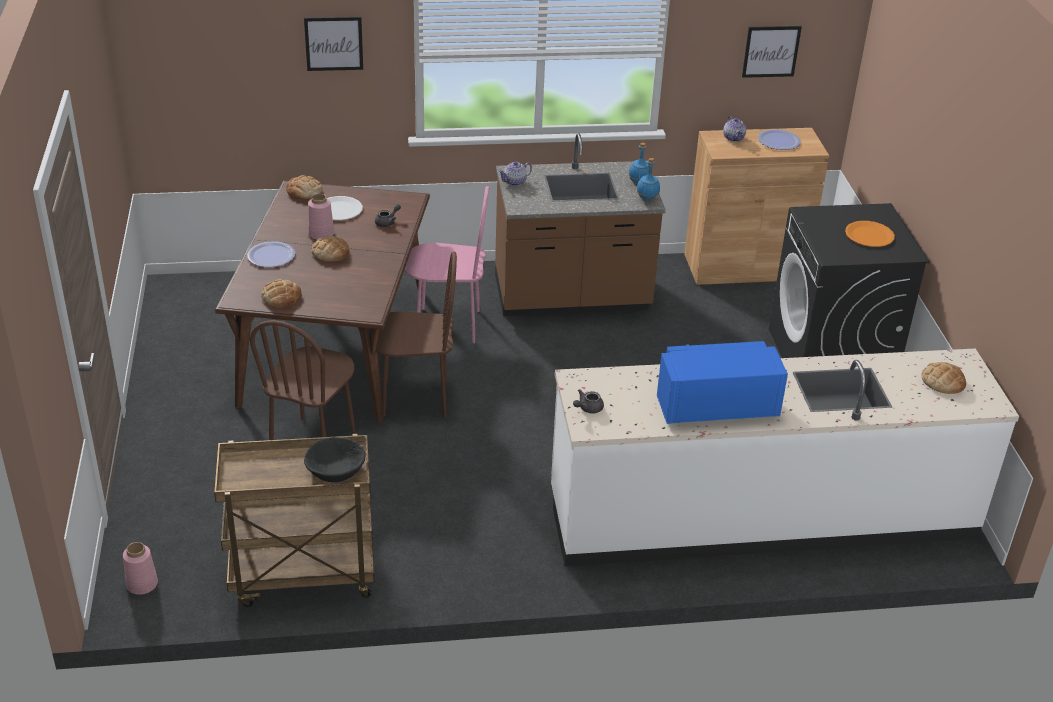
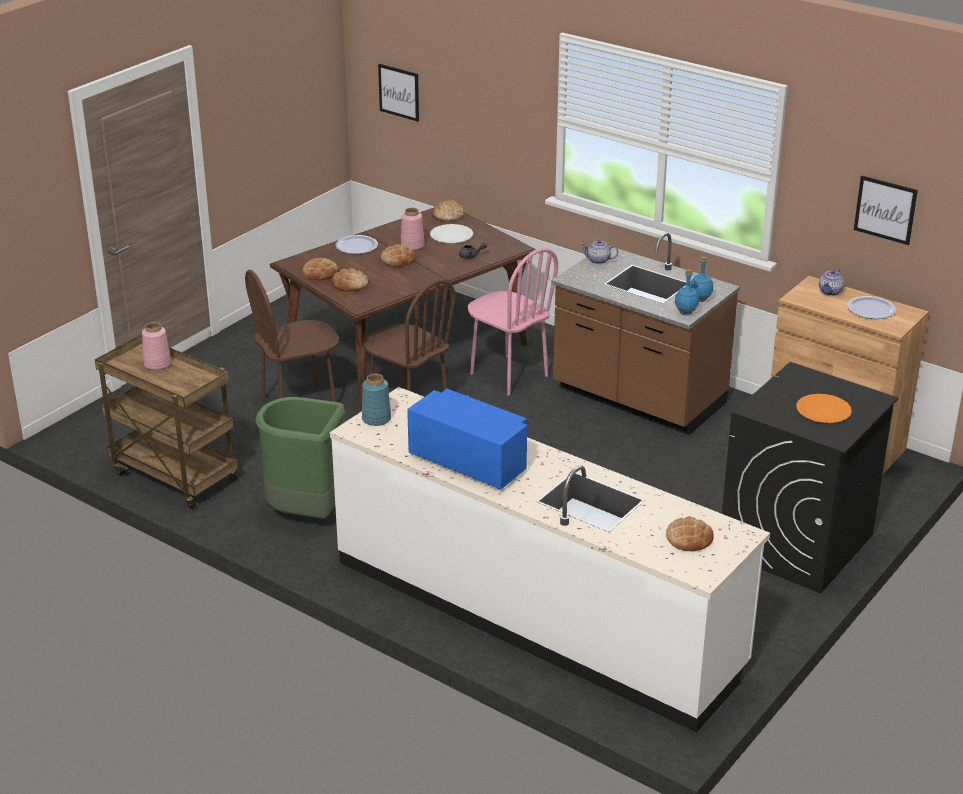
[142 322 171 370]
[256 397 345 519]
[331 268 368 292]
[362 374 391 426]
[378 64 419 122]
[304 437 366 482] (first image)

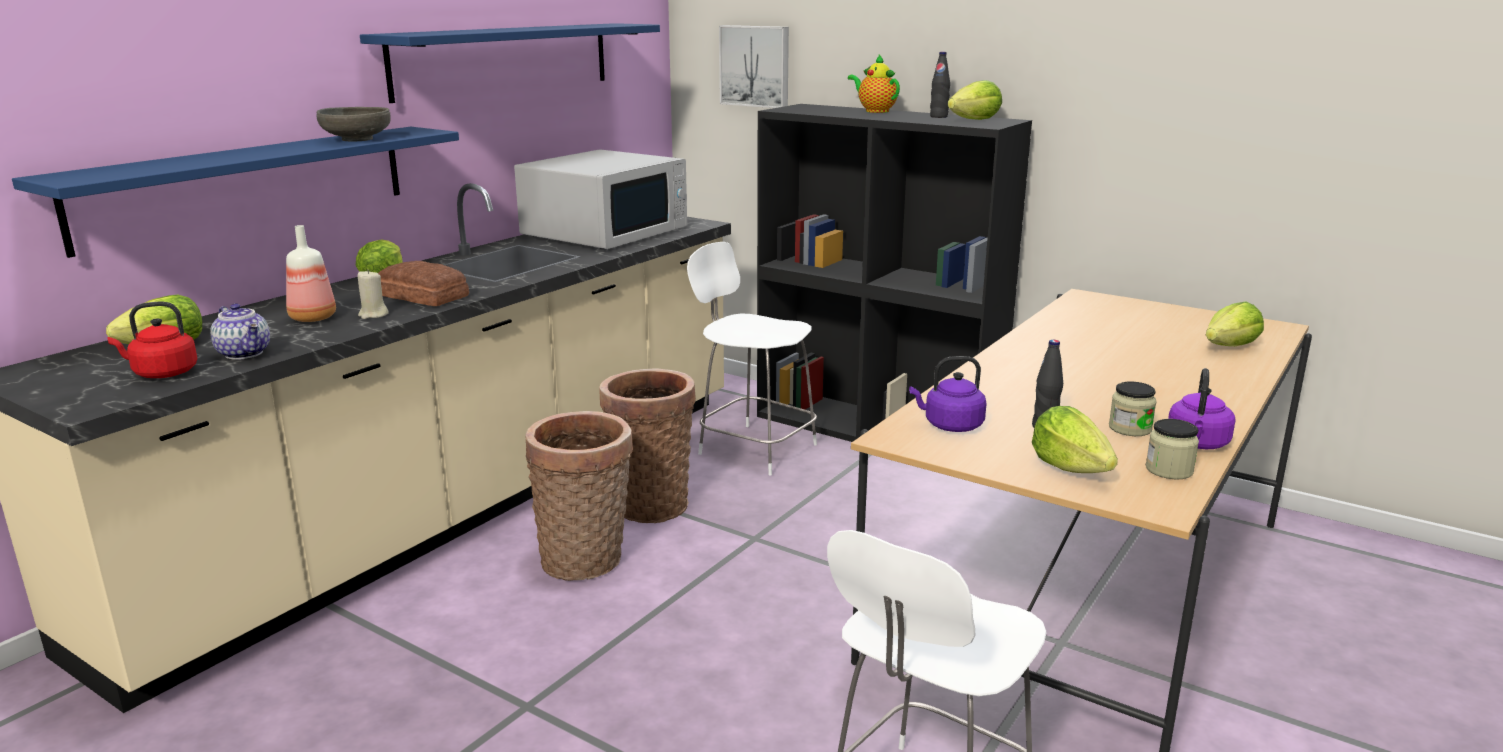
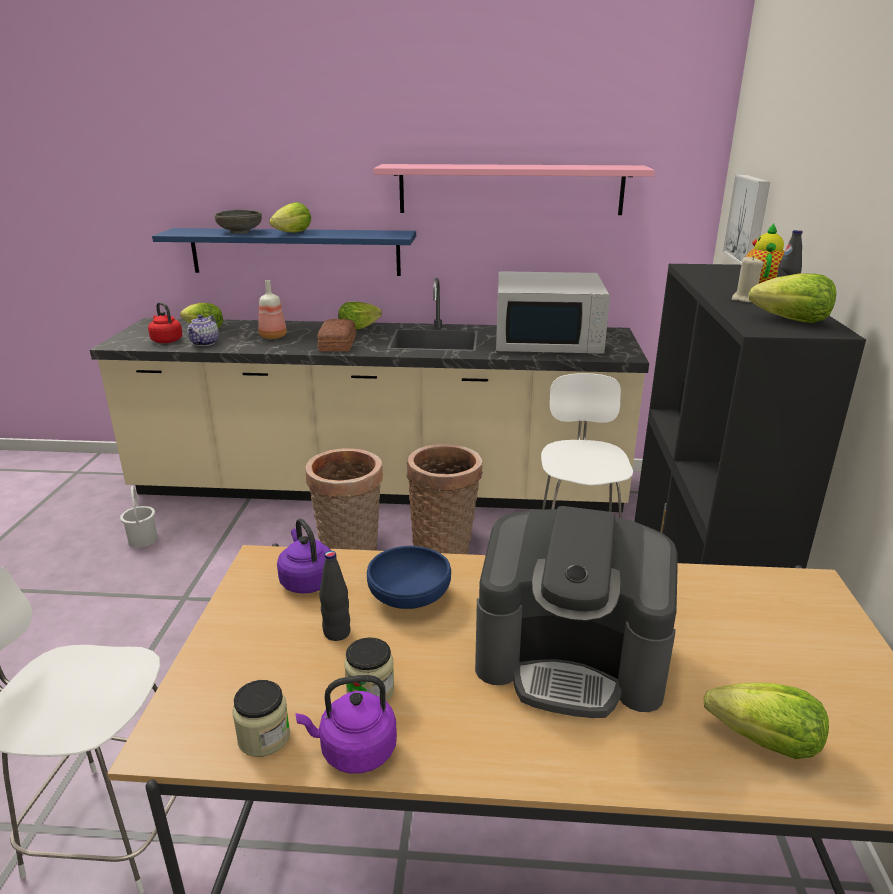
[120 486 158 548]
[215 210 262 234]
[269 202 311 232]
[367 546 451 609]
[373 164 655 215]
[475 506 678 718]
[732 256 764 302]

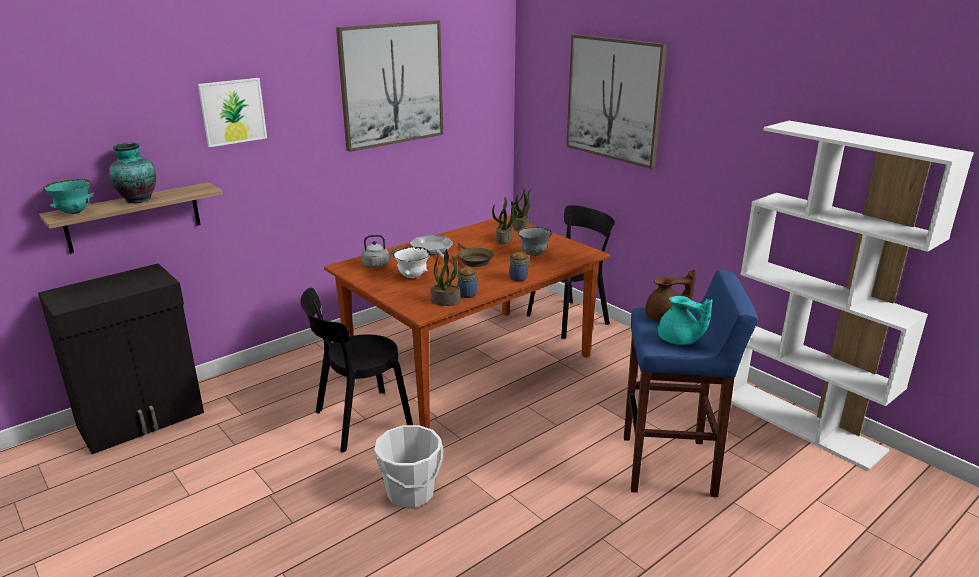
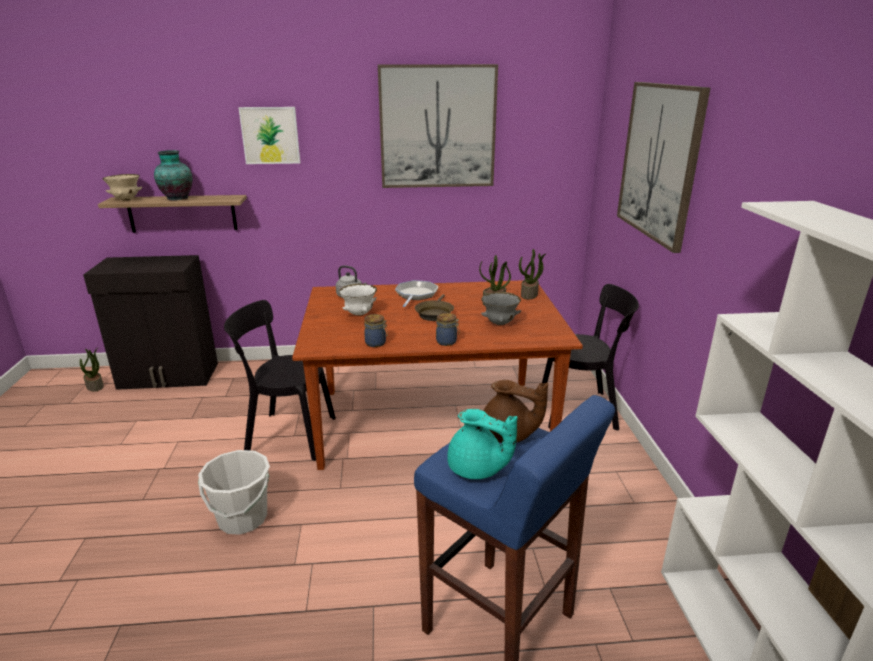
[80 348 104 391]
[103 174 142 201]
[447 409 518 479]

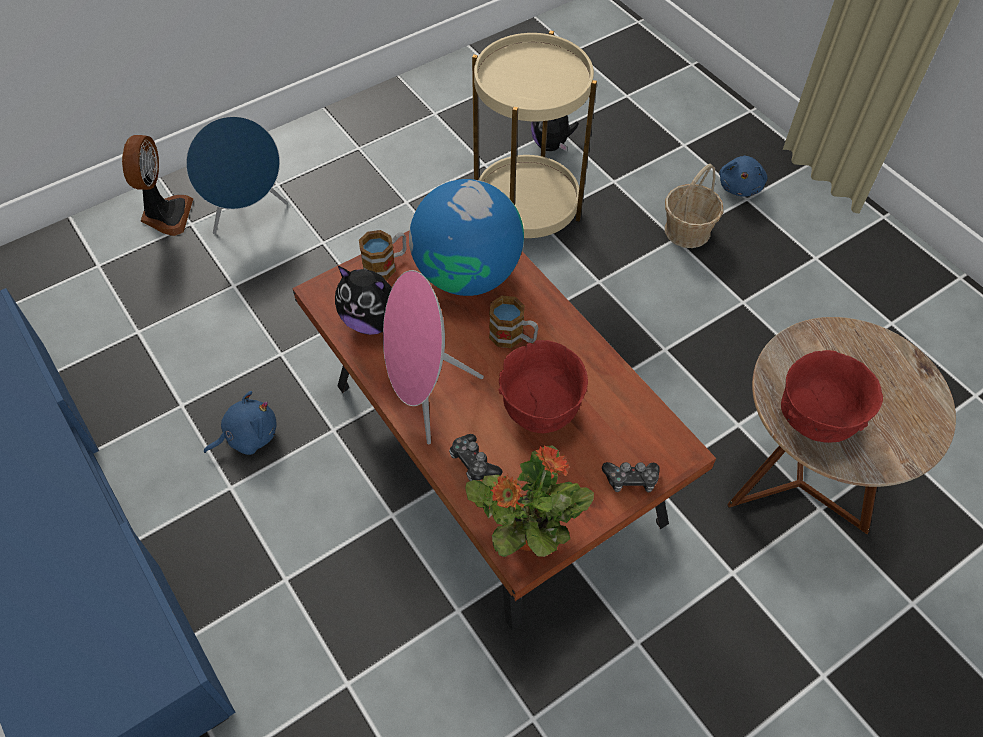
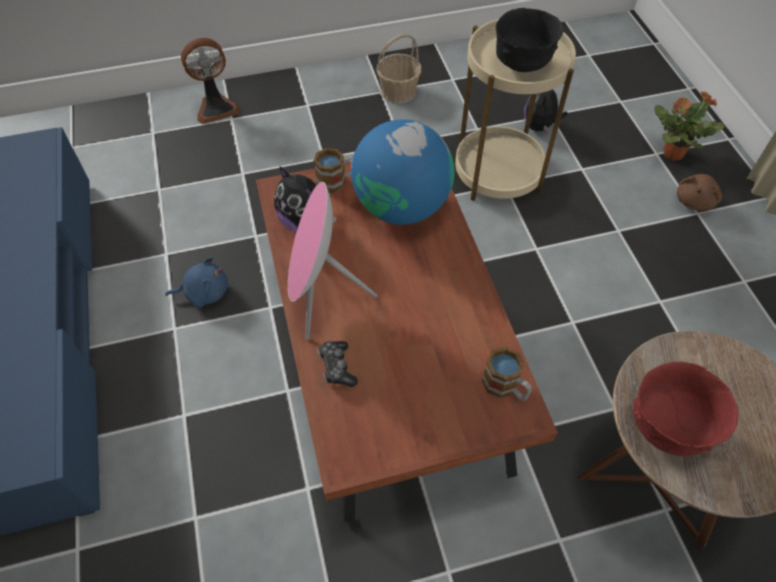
[181 38 241 124]
[377 34 422 104]
[482 346 532 401]
[496 8 564 72]
[655 91 725 161]
[677 174 722 211]
[186 116 288 234] (first image)
[498 340 588 433] (first image)
[602 462 660 493] (first image)

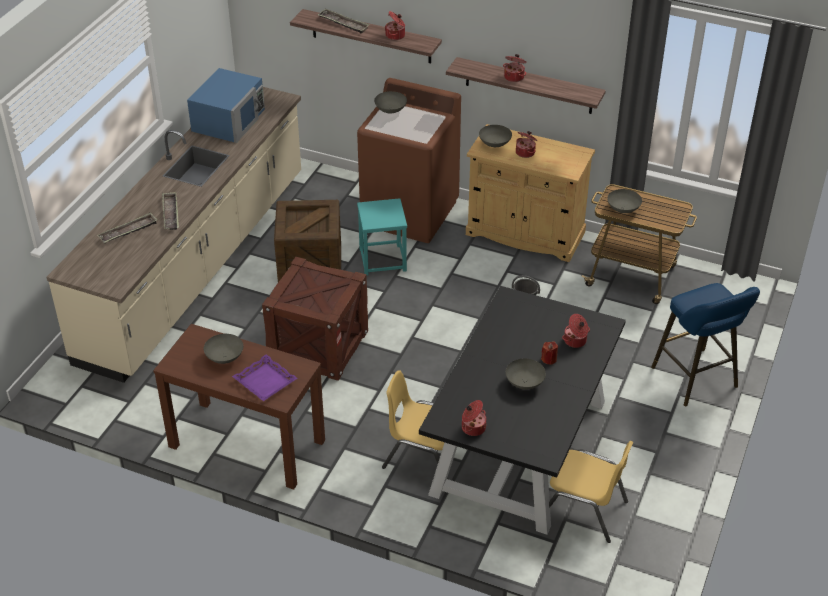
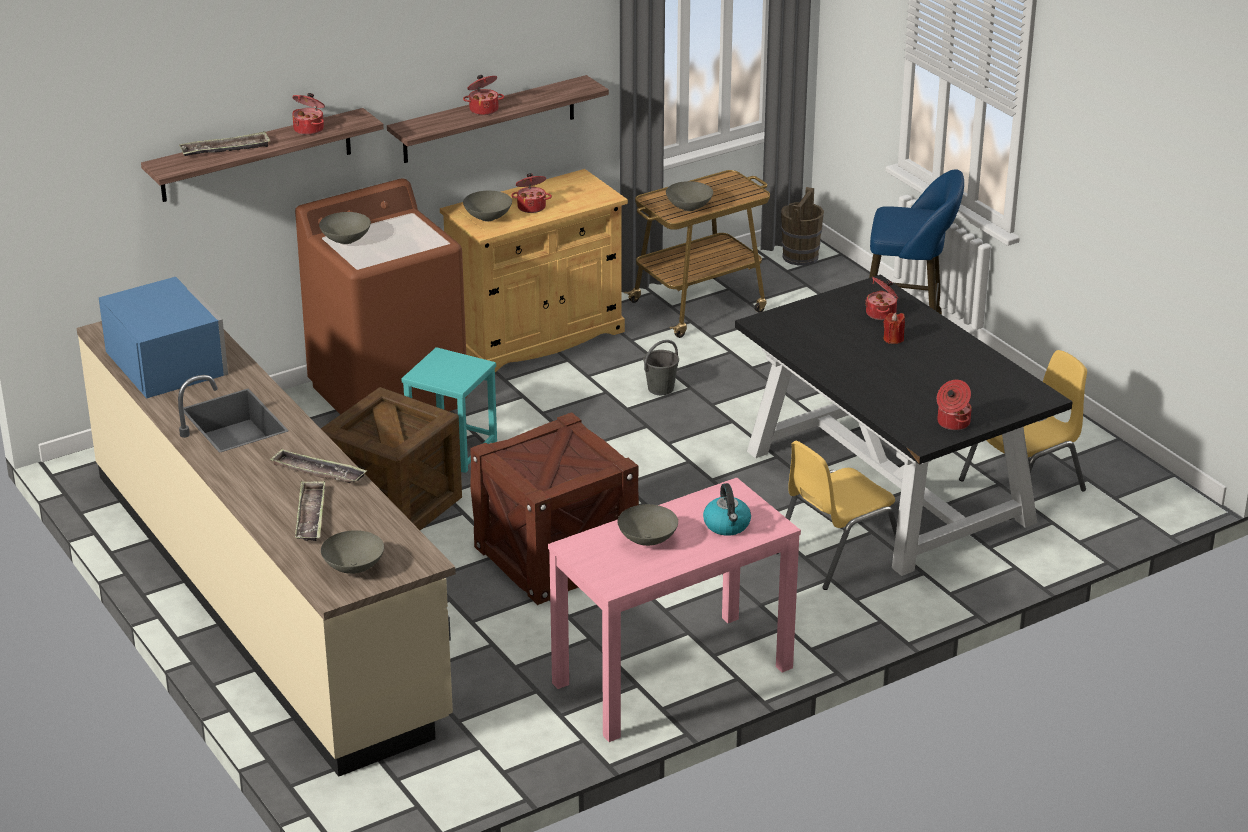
[321 530 384 574]
[548 478 801 742]
[703 483 751 536]
[781 187 824 266]

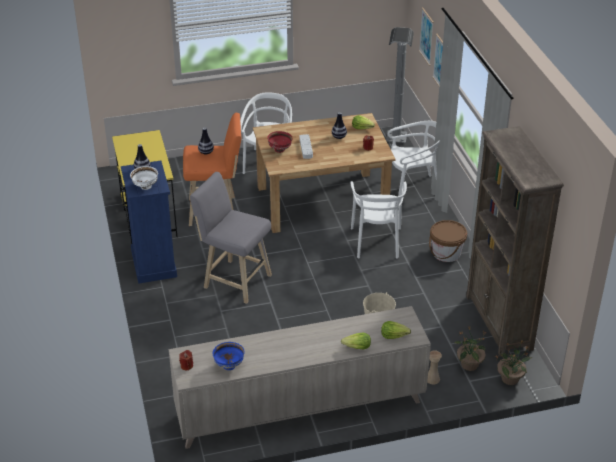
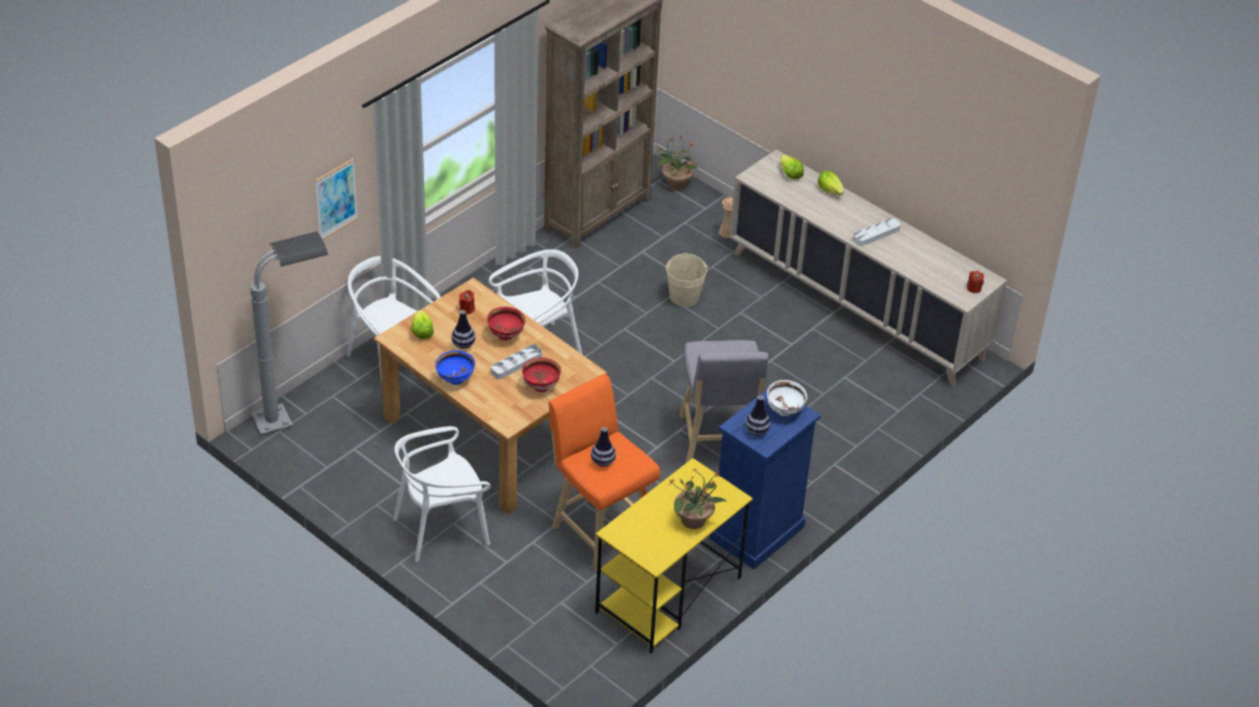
[435 350 475 385]
[487 307 526 340]
[667 467 727 529]
[853 218 901 246]
[419 8 434 66] (first image)
[429 220 467 262] (first image)

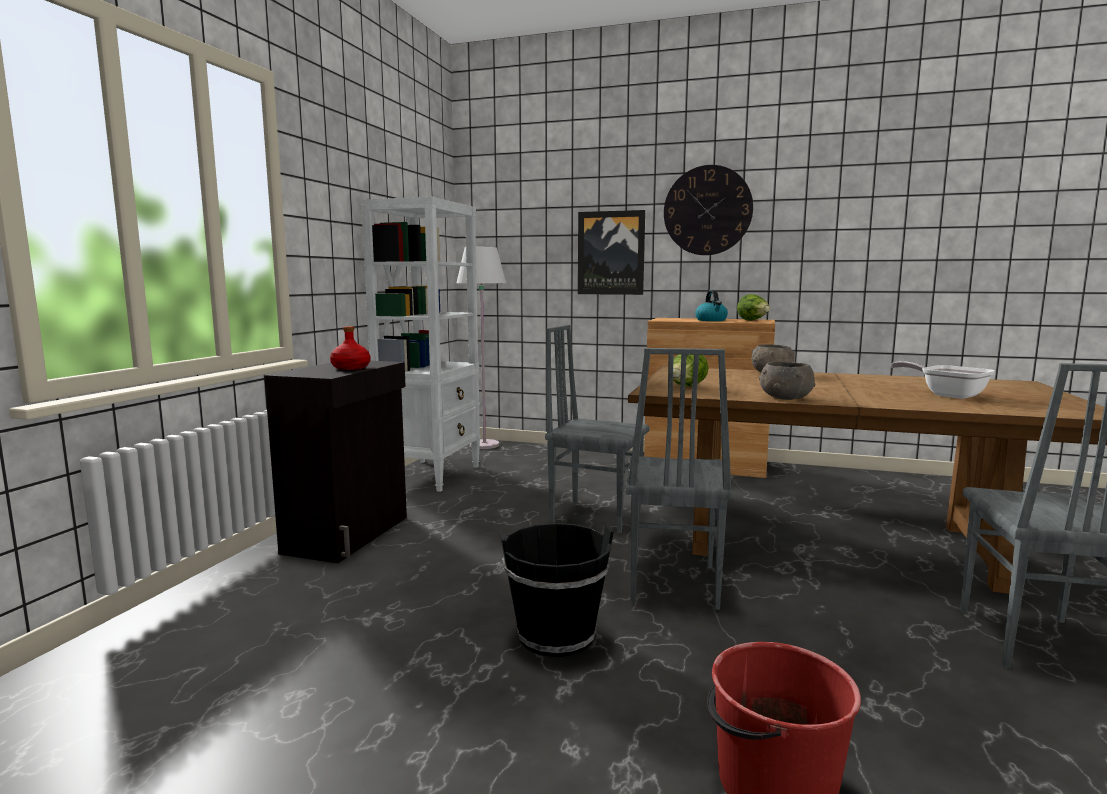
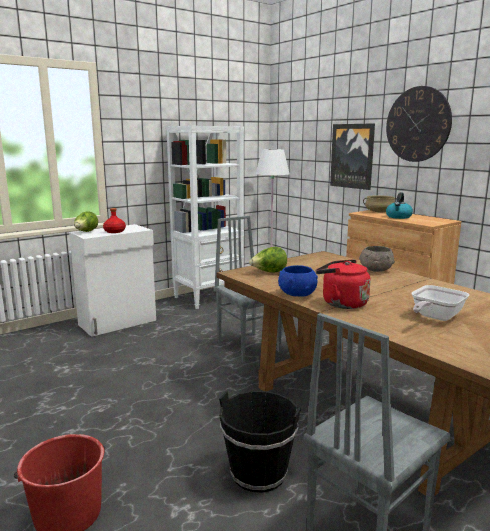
[69 224 156 337]
[74 211 98 232]
[219 391 301 492]
[278 265 318 297]
[316 259 370 309]
[363 195 397 212]
[412 285 469 321]
[626 348 733 610] (first image)

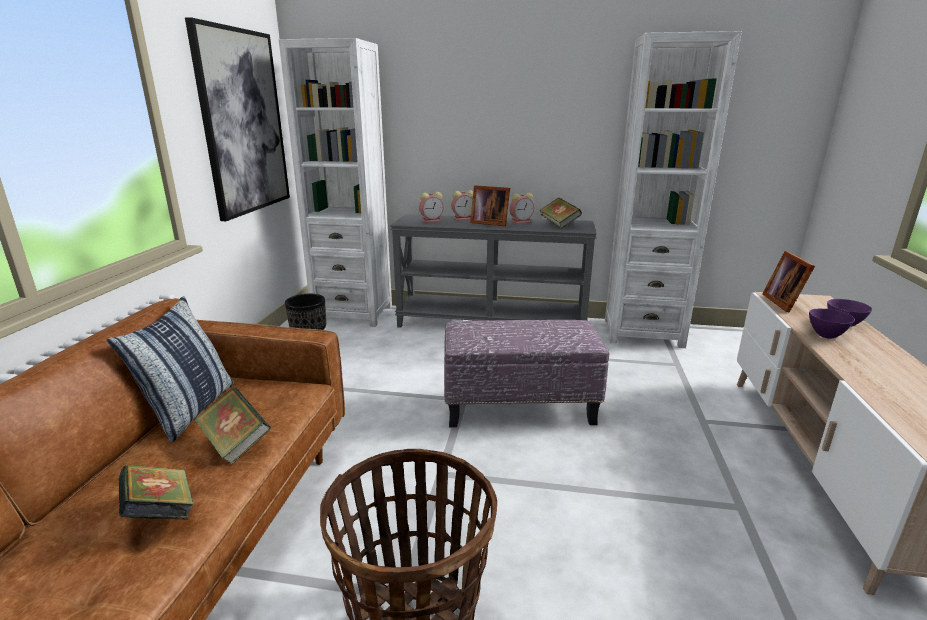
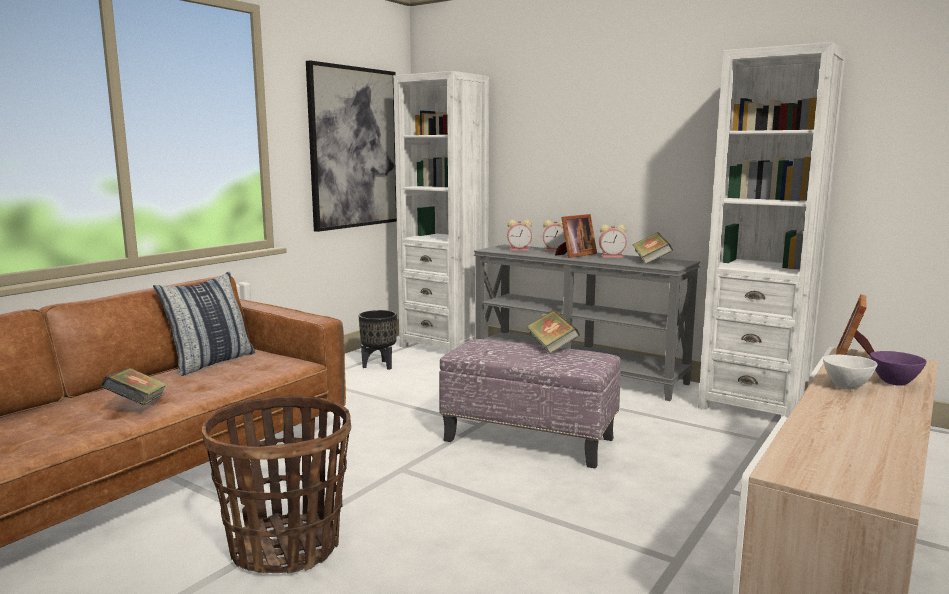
[526 310 580 354]
[555 214 597 258]
[823 354 878 390]

